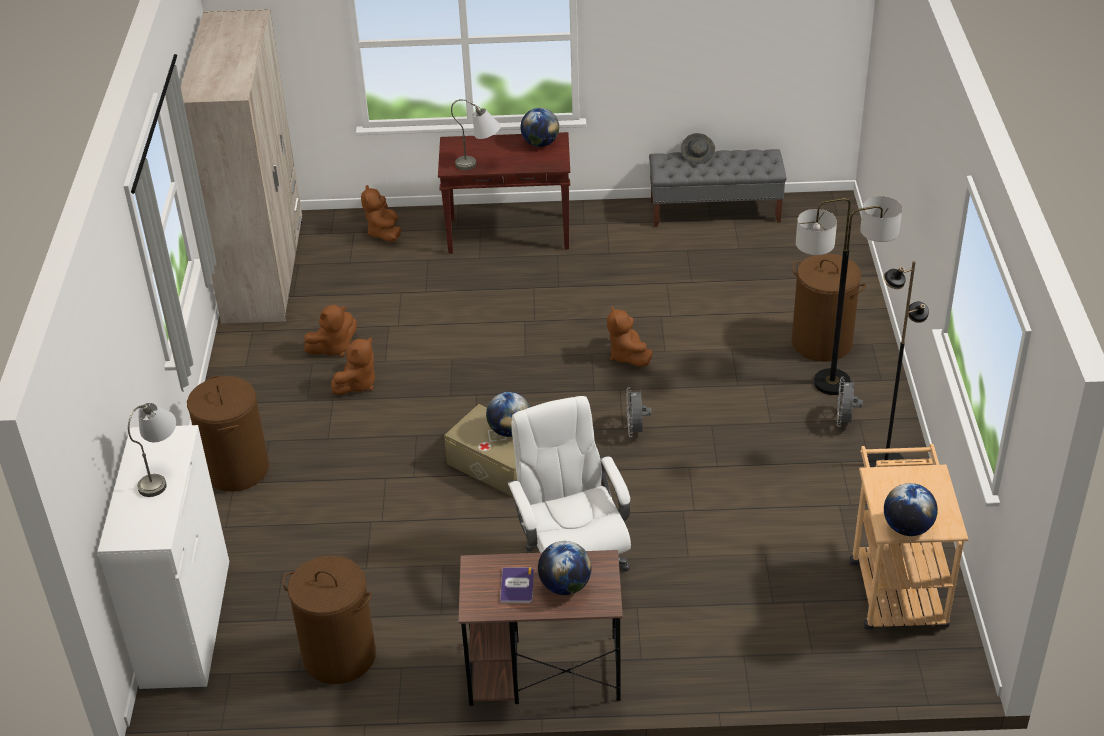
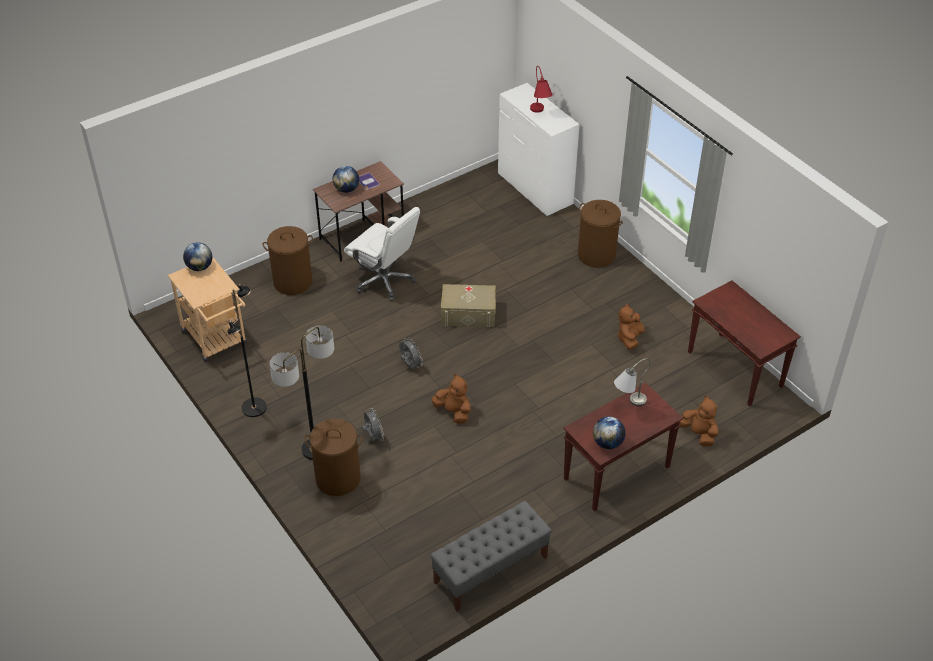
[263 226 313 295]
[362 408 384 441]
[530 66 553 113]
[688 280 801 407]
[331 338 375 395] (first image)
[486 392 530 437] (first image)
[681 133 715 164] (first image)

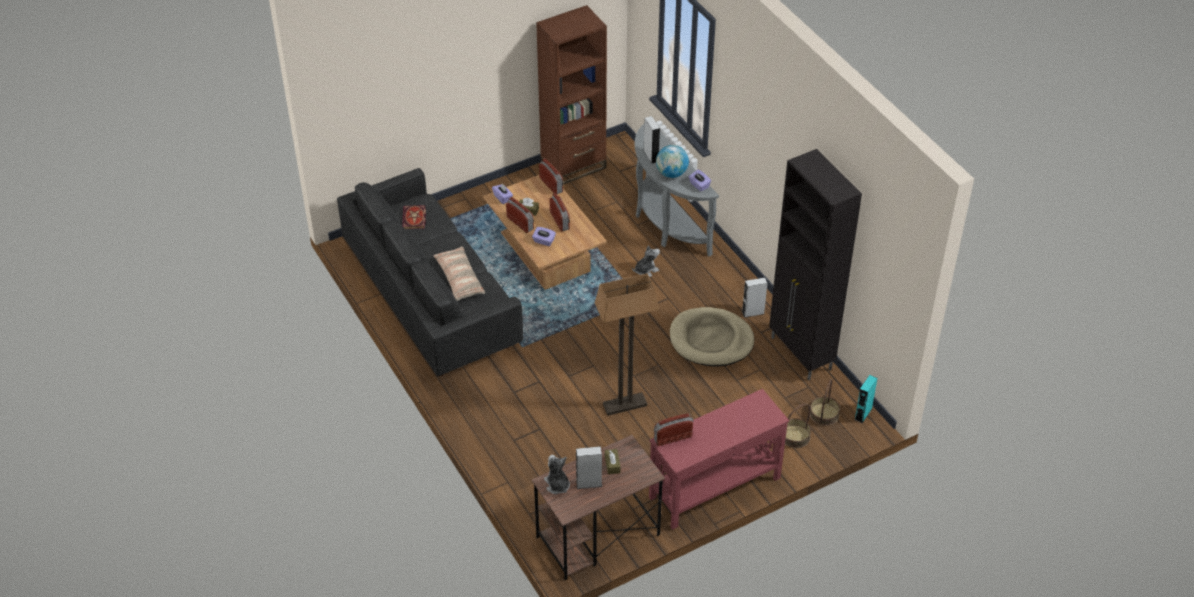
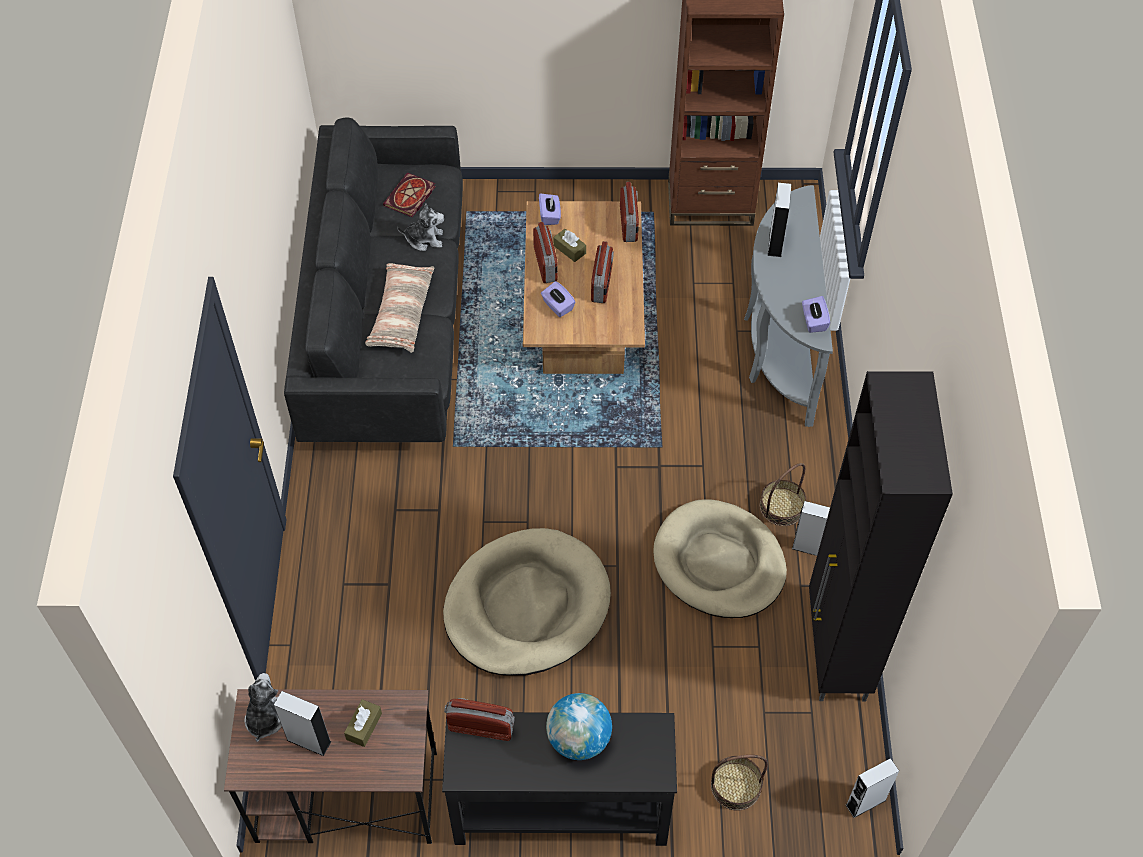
[397 203 444 251]
[442 712 677 846]
[443 528 611 676]
[546 693 612 760]
[760 463 807 526]
[846 758 899 818]

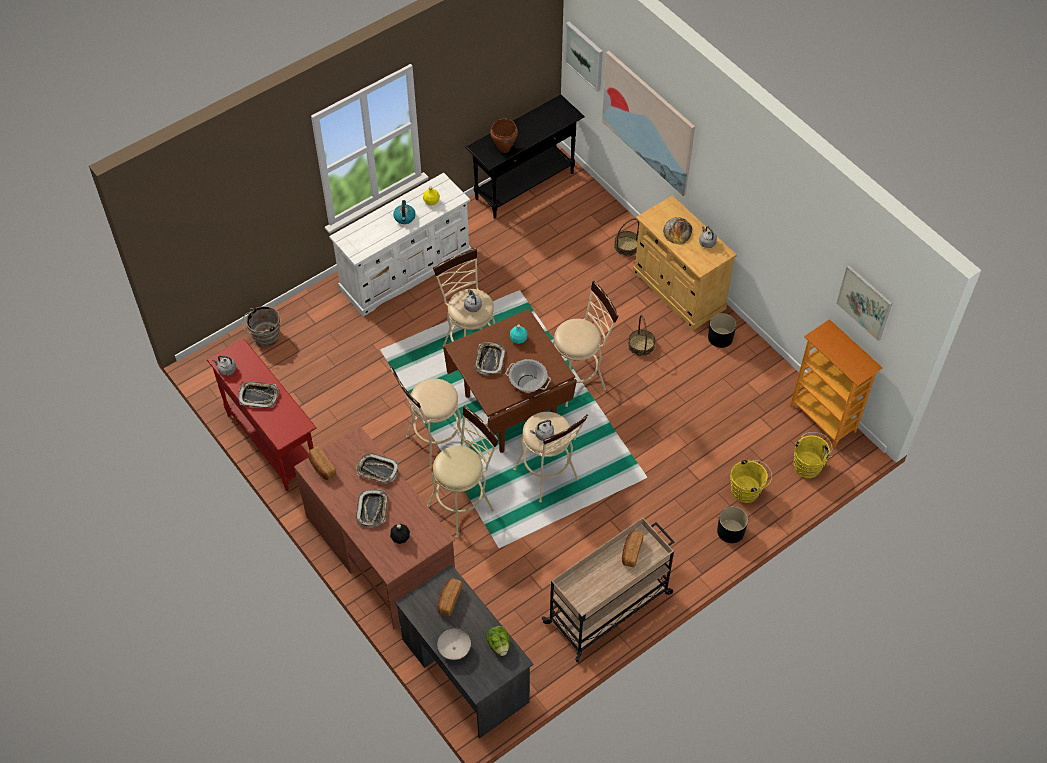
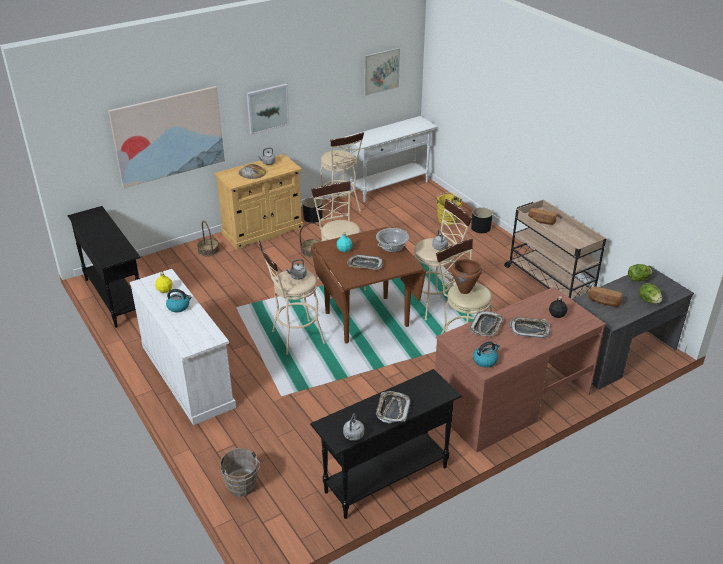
[247 84 290 135]
[310 369 462 519]
[319 132 364 220]
[345 116 438 202]
[452 259 482 294]
[473 341 500 368]
[639 283 662 304]
[794 432 832 478] (first image)

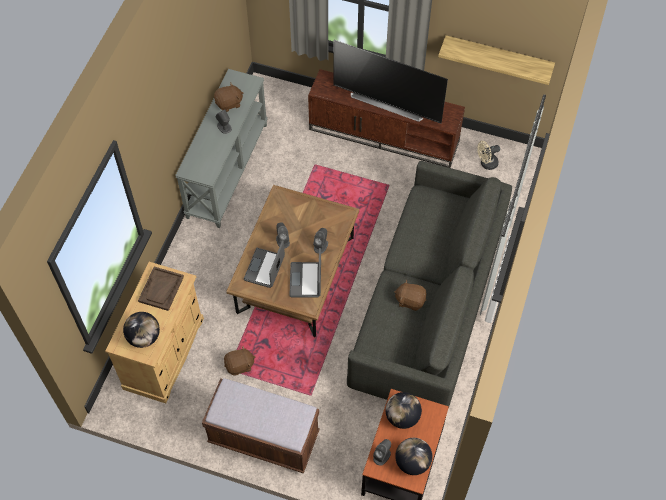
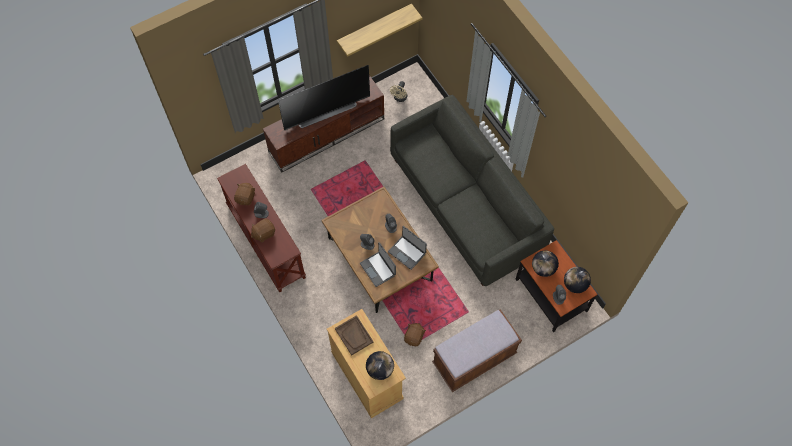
[217 164 306 293]
[251 219 275 243]

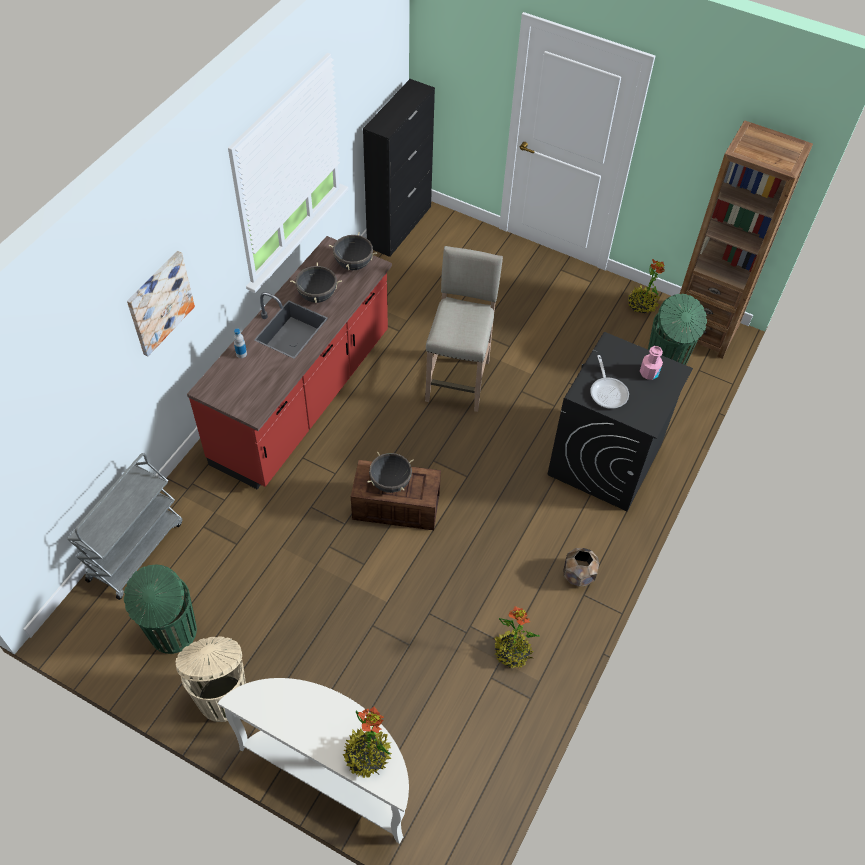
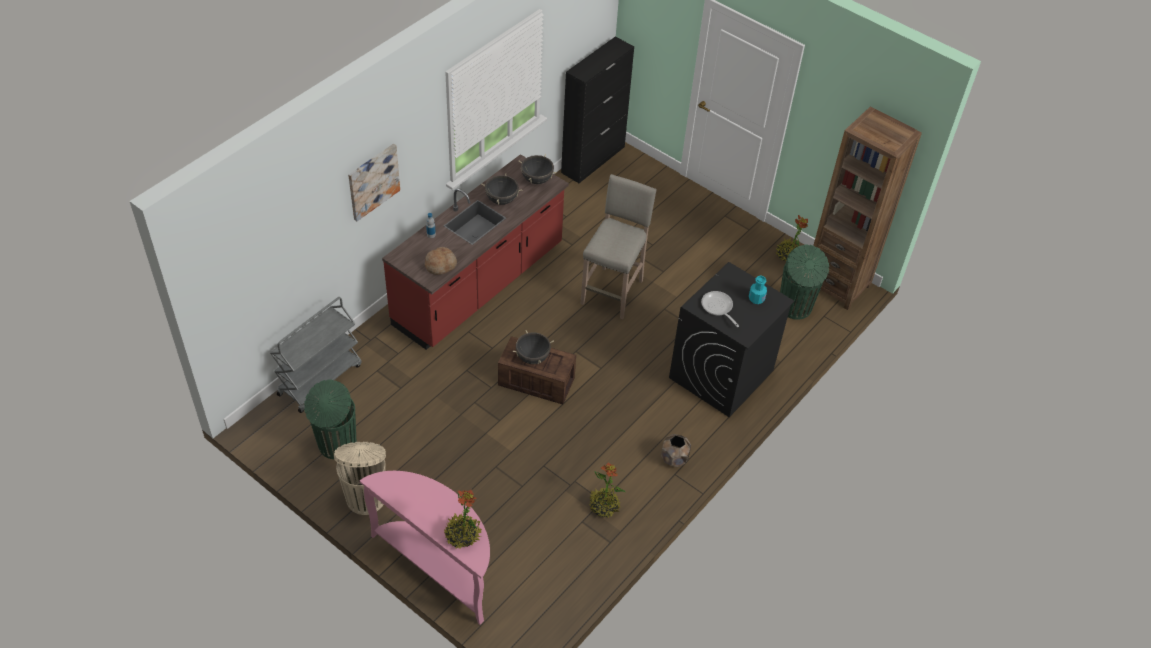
[360 471 490 625]
[425 247 457 275]
[701 291 739 327]
[749 275 767 304]

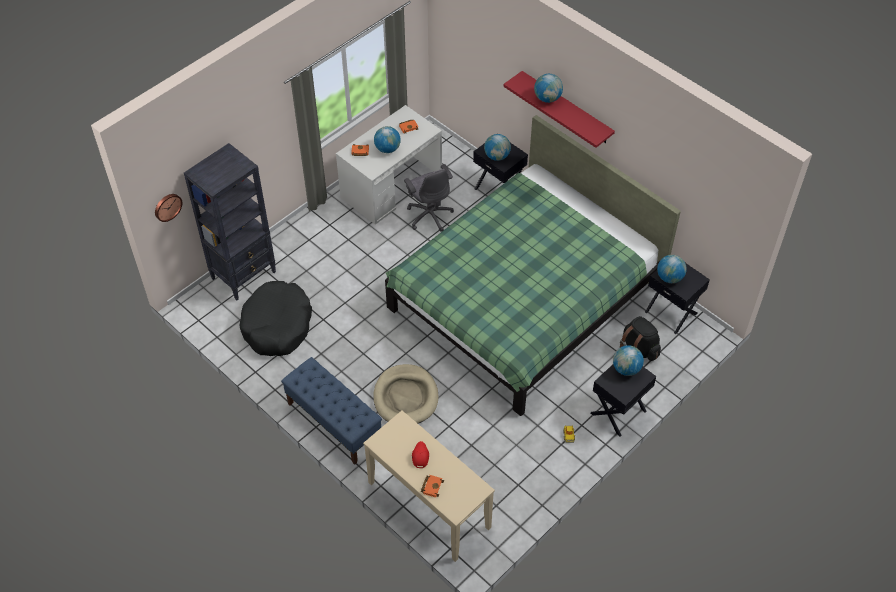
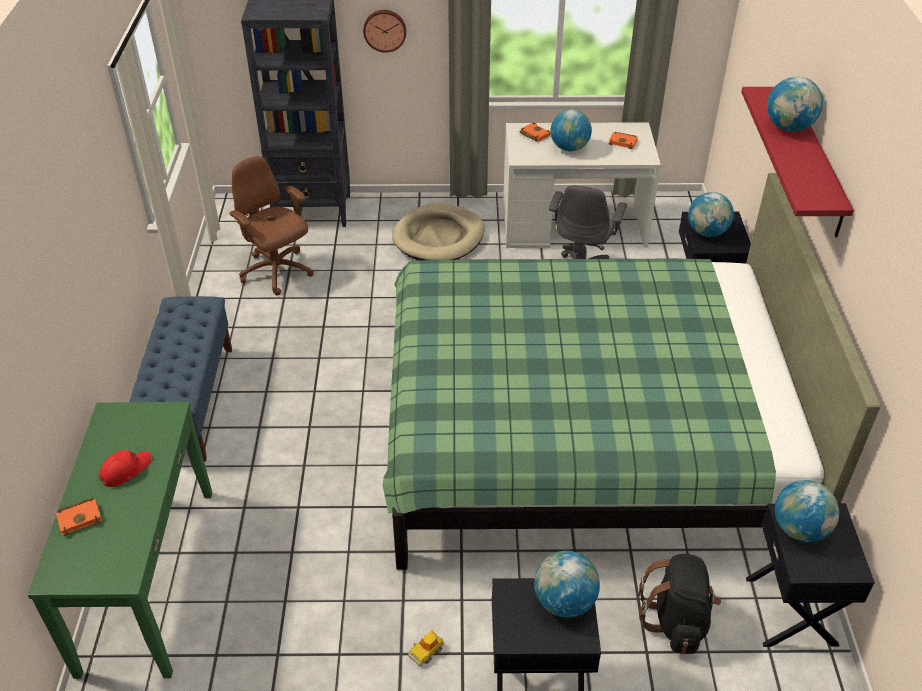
[28 402 212 679]
[229 156 314 296]
[363 10 406 53]
[392 204 484 261]

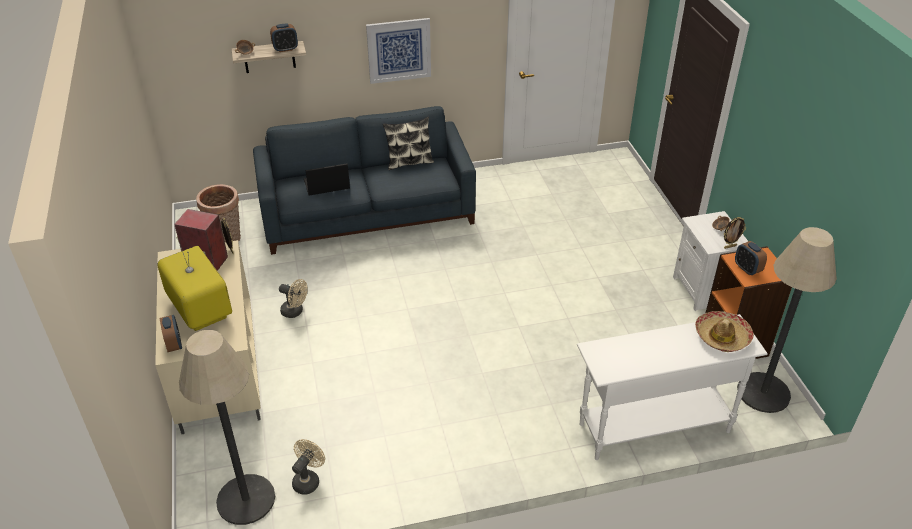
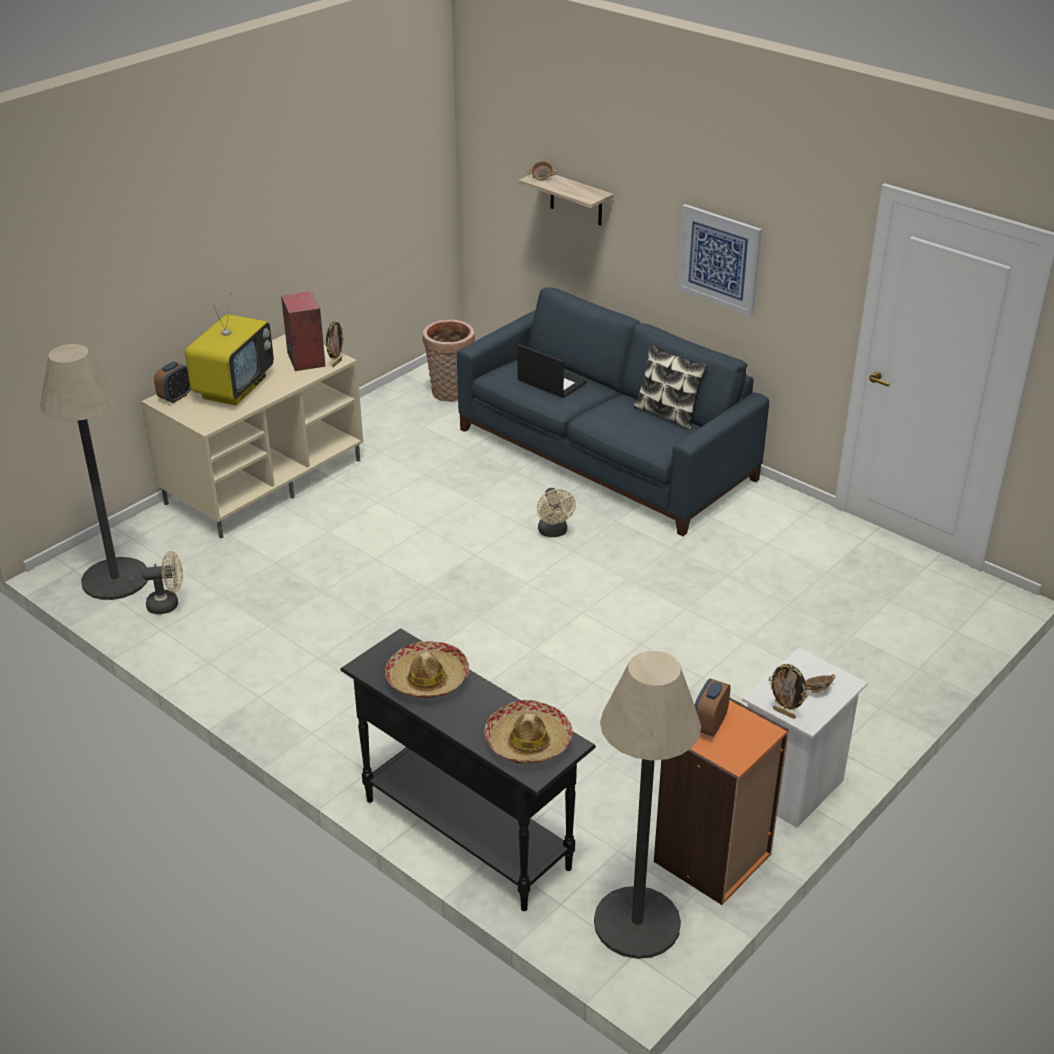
[340 628 596 911]
[385 641 469 698]
[537 488 576 537]
[270 24 298 52] (first image)

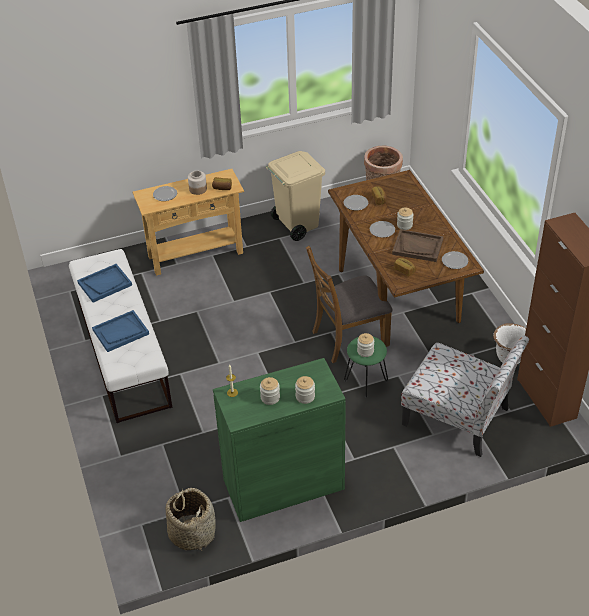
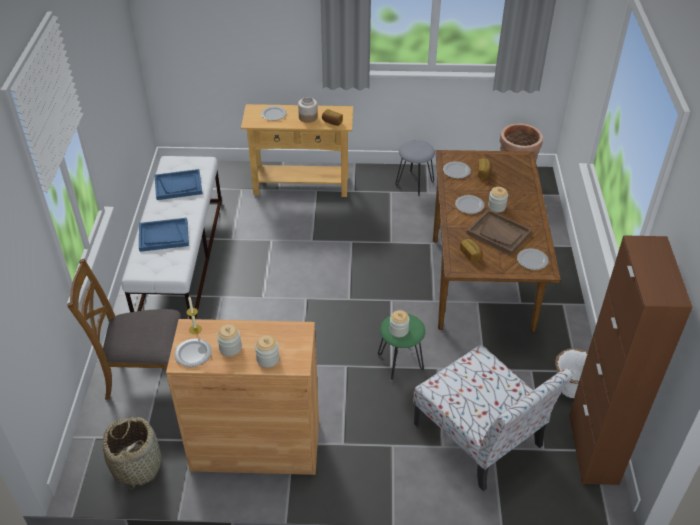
[67 259 181 400]
[166 319 319 475]
[174 338 212 367]
[395 140 435 196]

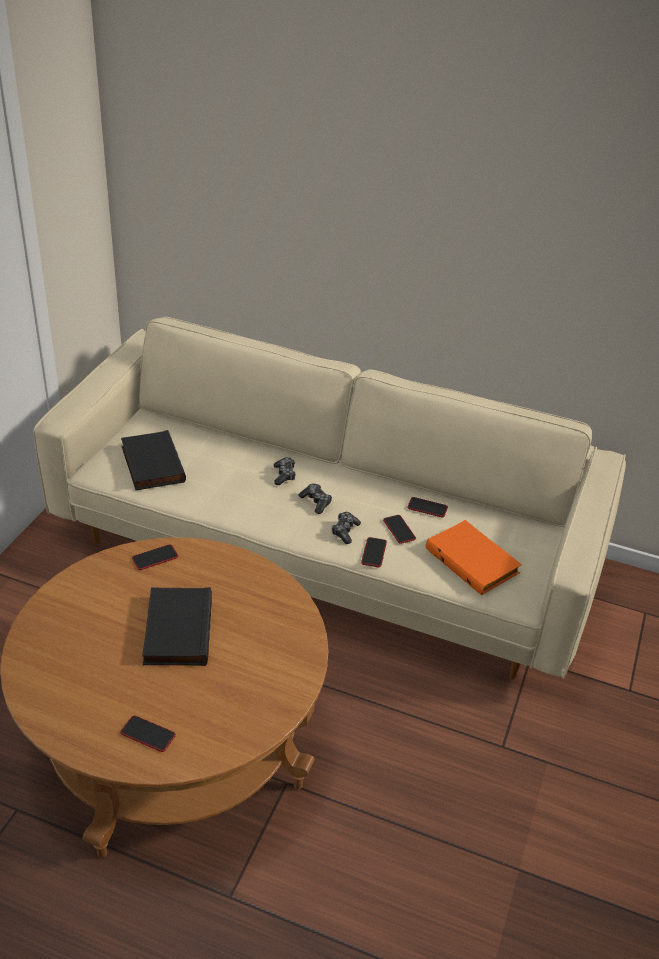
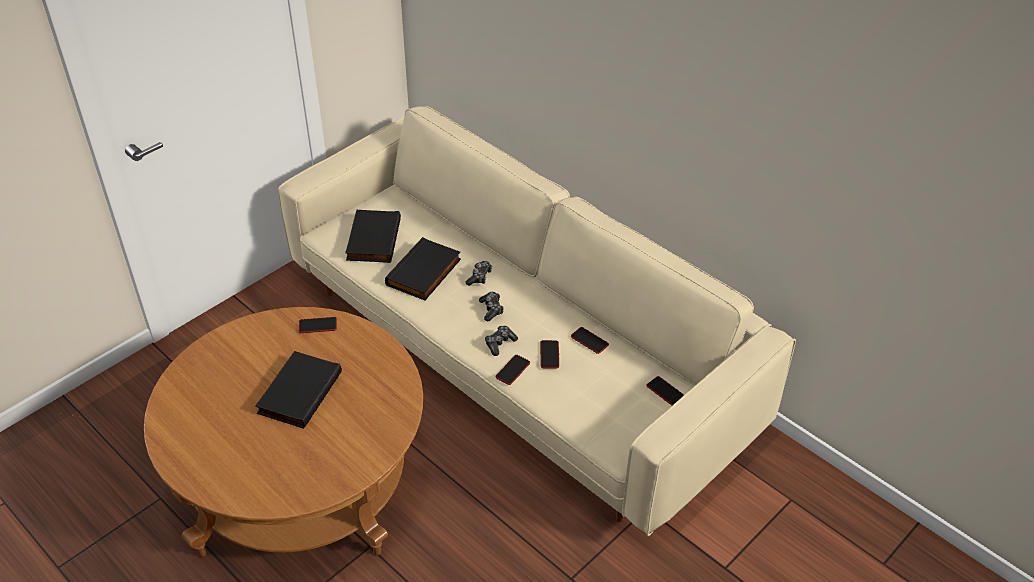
[385 237 461 300]
[646 376 684 405]
[426 520 522 595] (first image)

